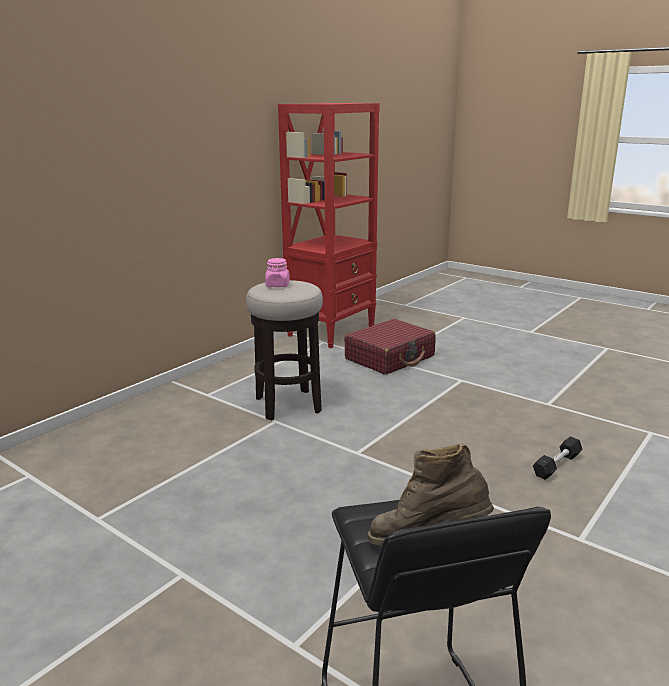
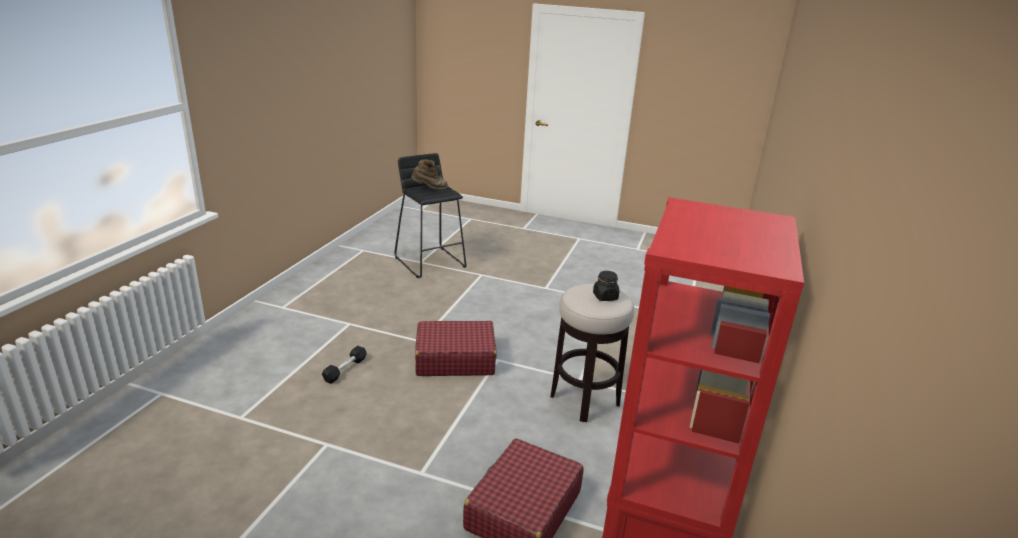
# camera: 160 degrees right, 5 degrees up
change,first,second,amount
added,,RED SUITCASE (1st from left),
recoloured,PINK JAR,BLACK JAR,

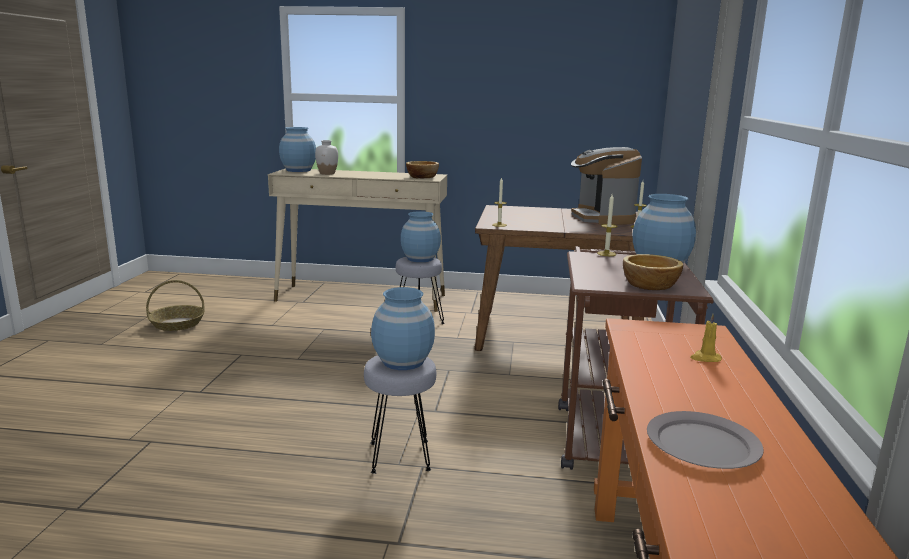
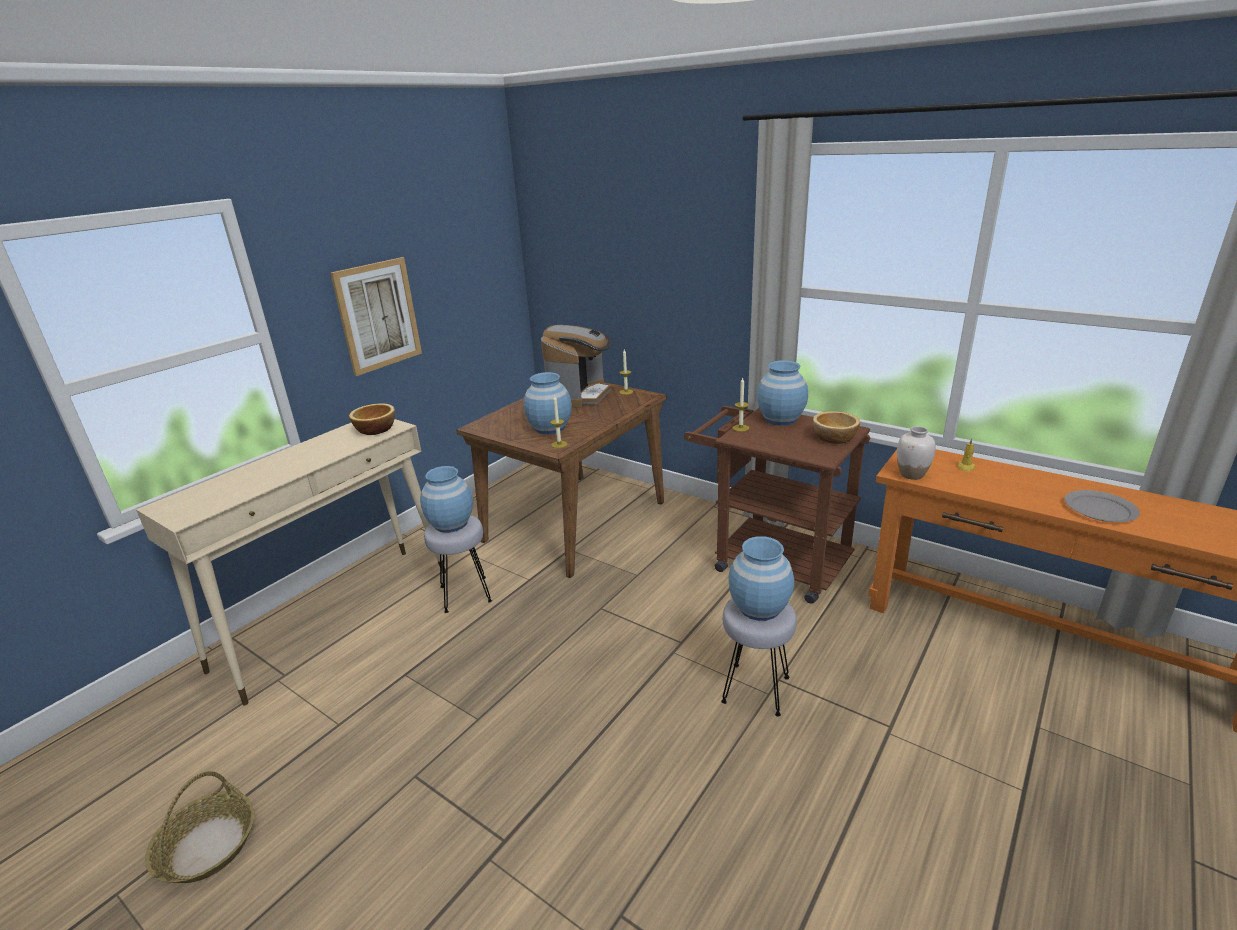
# camera: 60 degrees left, 10 degrees up
change,first,second,amount
added,,PICTURE,
moved,BLUE VASE (1st from left in the first image),BLUE VASE (2nd from left),
turned,COFFEE MACHINE,,90 degrees counterclockwise
moved,WHITE VASE,,

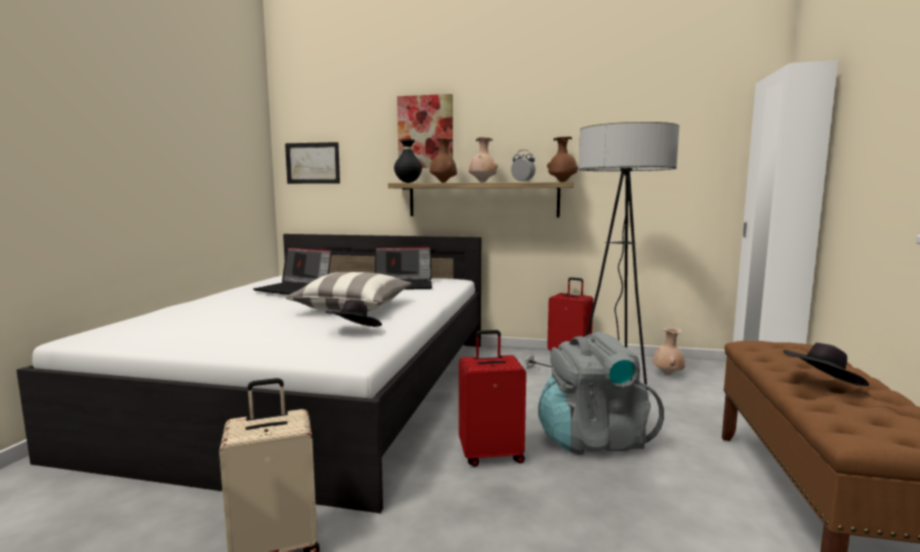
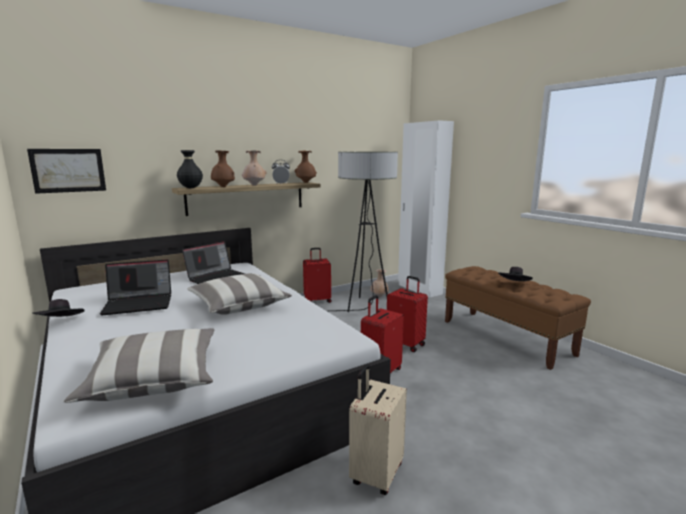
# camera: 45 degrees left, 5 degrees up
change,first,second,amount
moved,BLACK HAT (1st from left),,
added,,PILLOW (1st from left),
replaced,GREY BACKPACK,RED SUITCASE (3rd from left),
removed,PICTURE (2nd from left),,

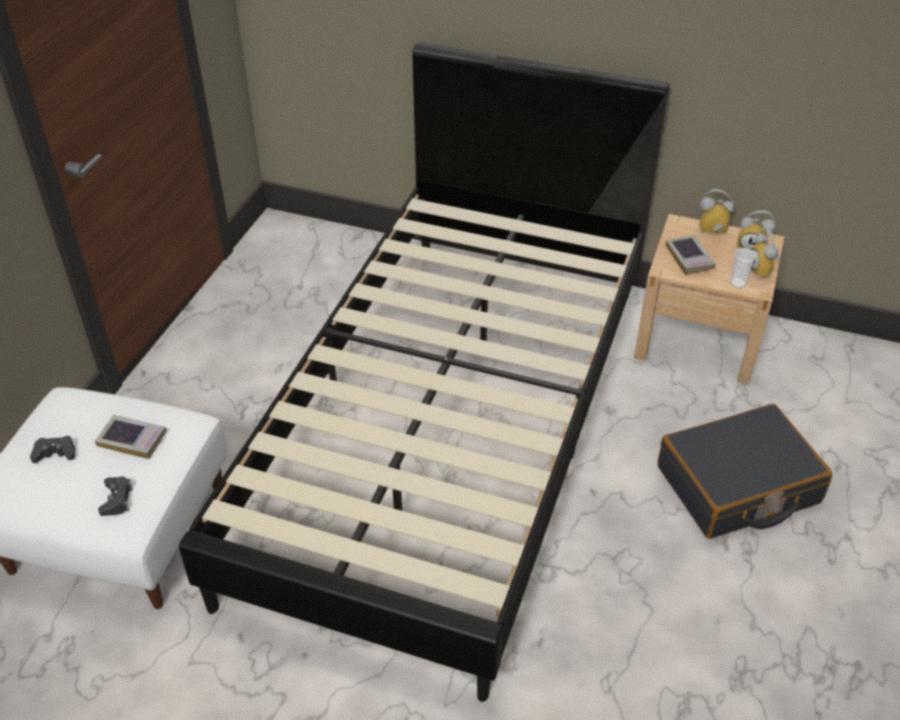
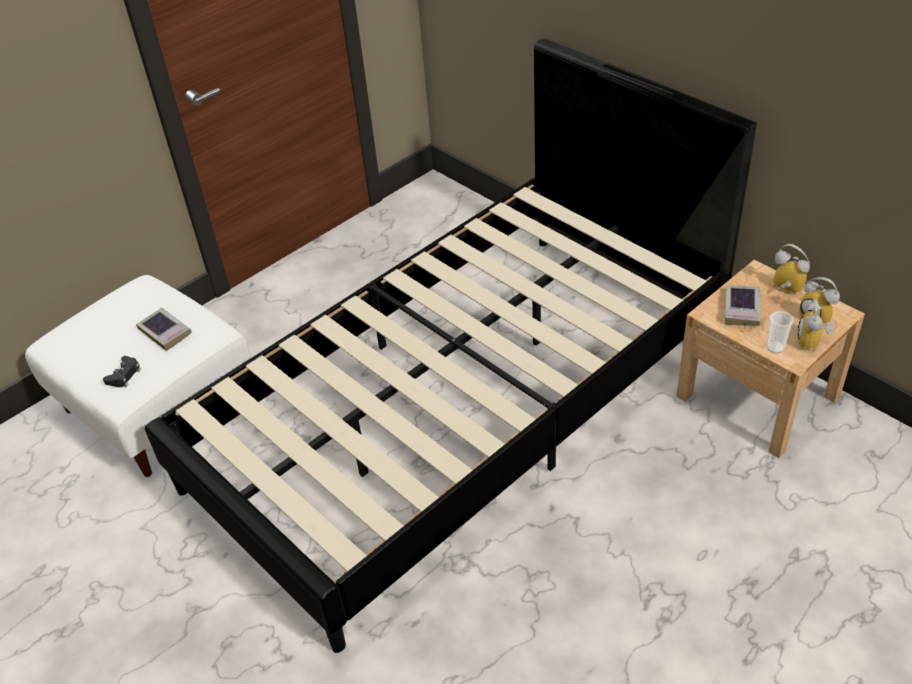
# camera: 30 degrees right, 0 degrees up
change,first,second,amount
removed,BLACK GAME CONTROLLER (1st from left),,
removed,BLACK SUITCASE,,

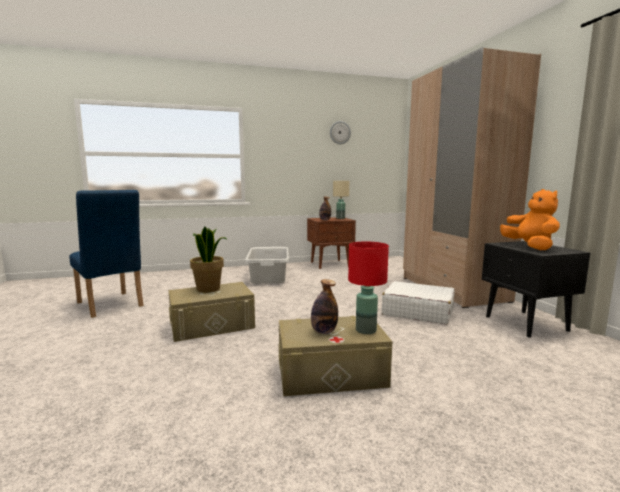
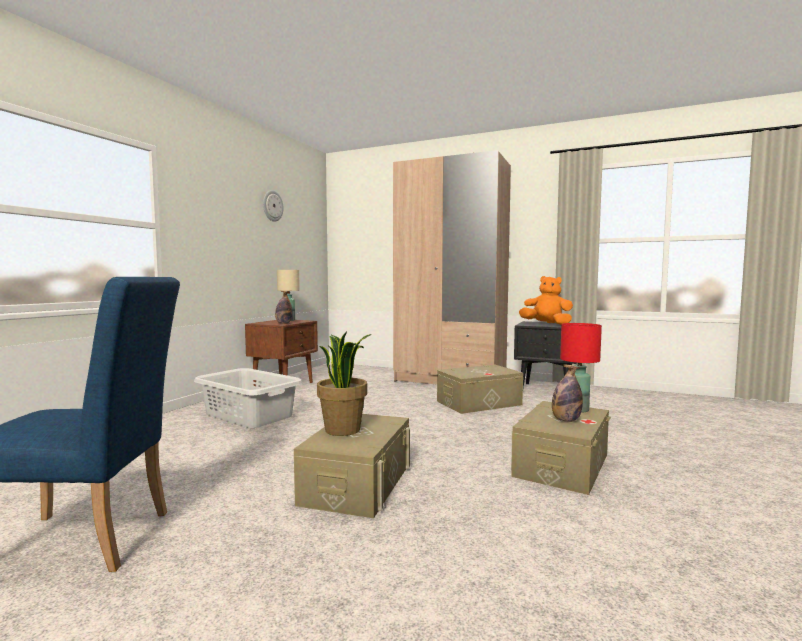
# camera: 50 degrees left, 5 degrees down
change,first,second,amount
replaced,WHITE SUITCASE,BEIGE STORAGE BOX (2nd from left),

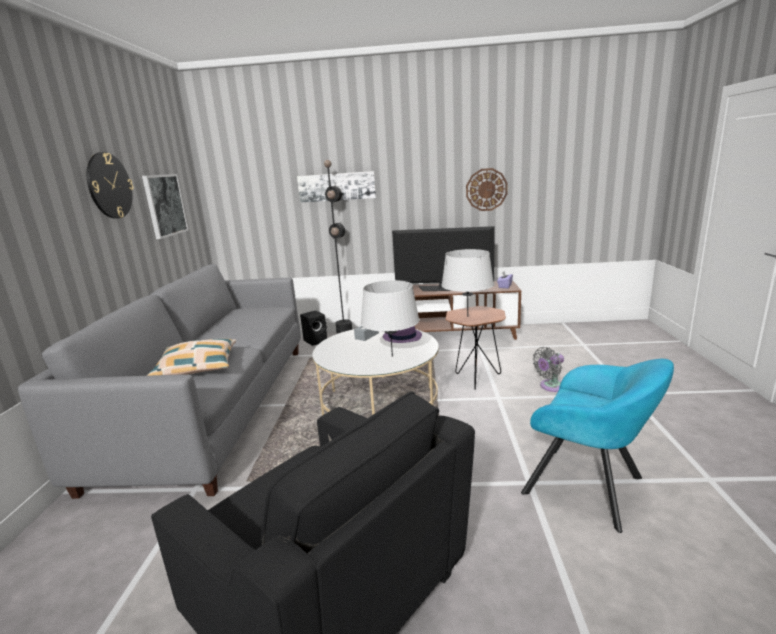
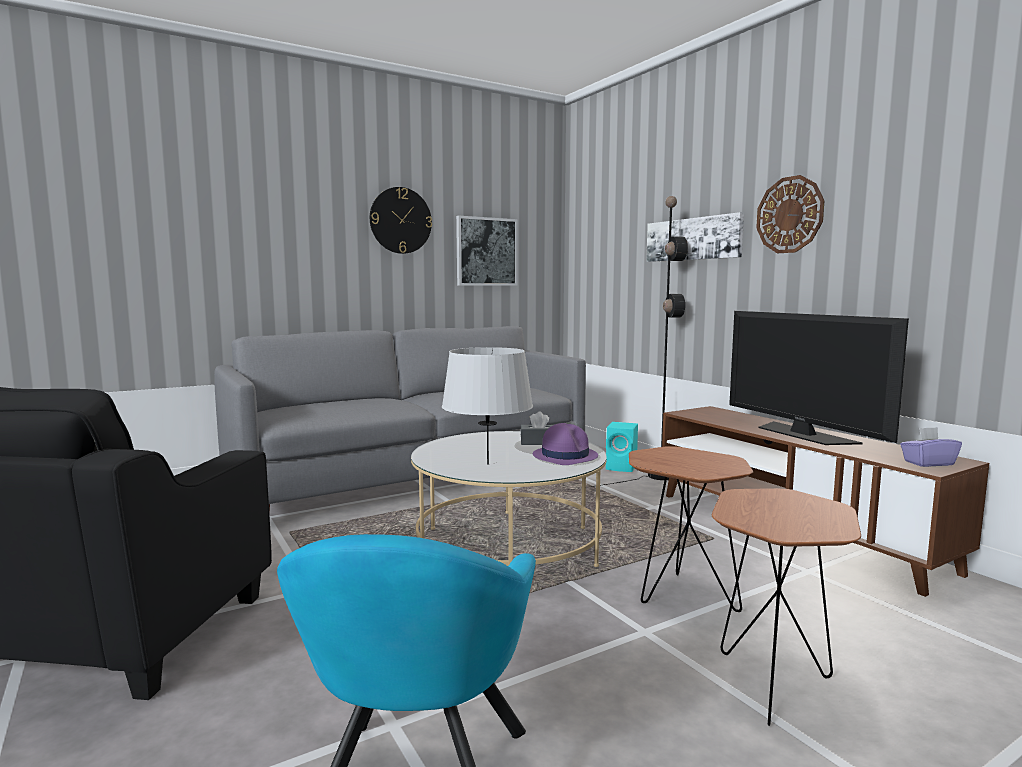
# camera: 55 degrees right, 10 degrees down
change,first,second,amount
recoloured,BLACK SPEAKER,TURQUOISE SPEAKER,
replaced,GREY FAN,BROWN SIDE TABLE (2nd from left),
moved,WALL CLOCK (2nd from left),,
removed,PILLOW,,
removed,GREY TABLE LAMP (2nd from left),,

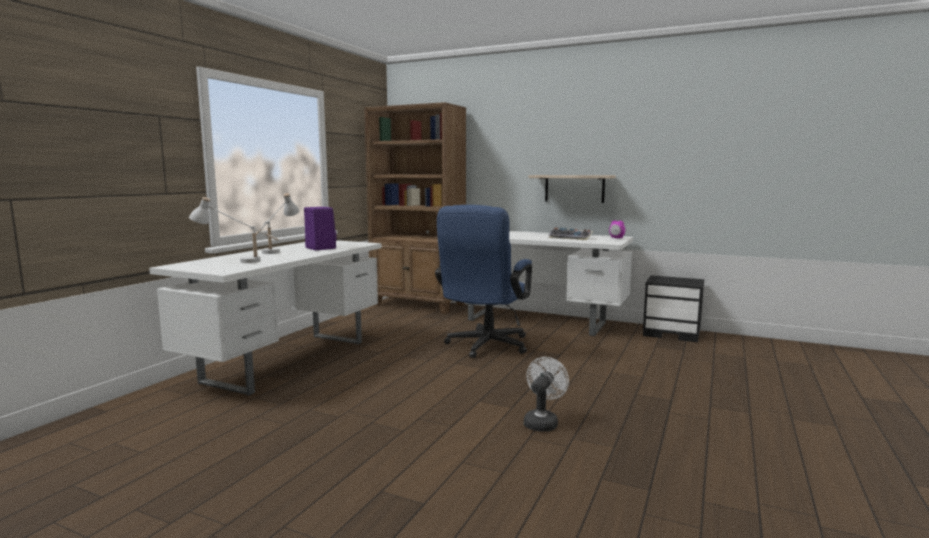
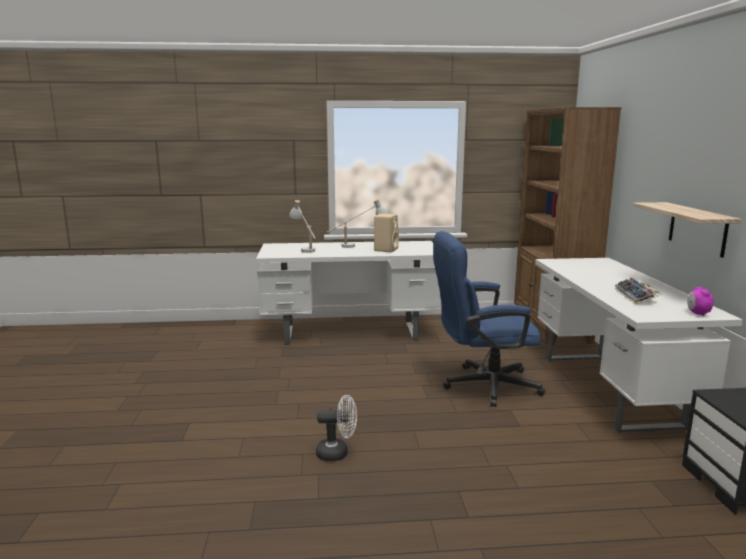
# camera: 60 degrees right, 5 degrees up
change,first,second,amount
recoloured,PURPLE SPEAKER,BEIGE SPEAKER,

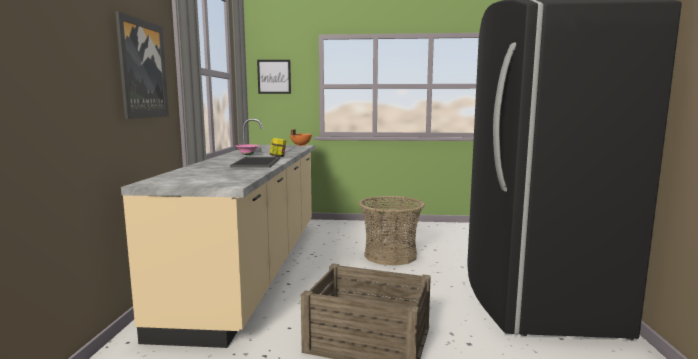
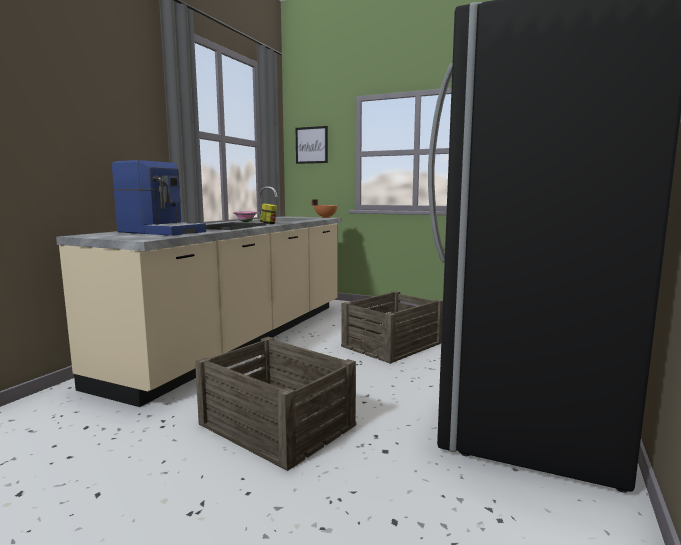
# camera: 20 degrees right, 0 degrees up
change,first,second,amount
added,,COFFEE MACHINE,
replaced,BASKET,CRATE (2nd from left),
removed,PICTURE (1st from left),,

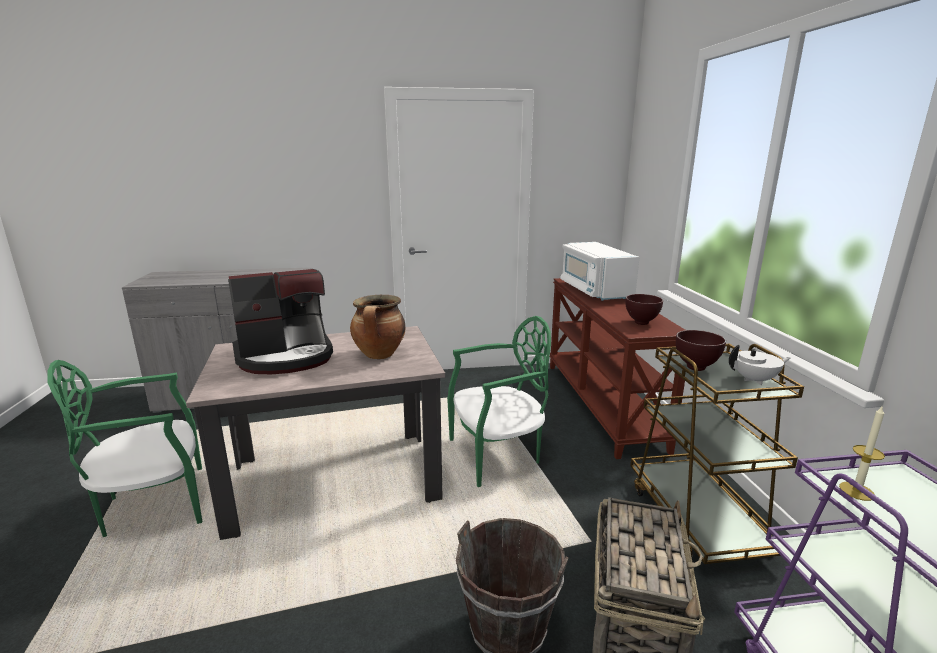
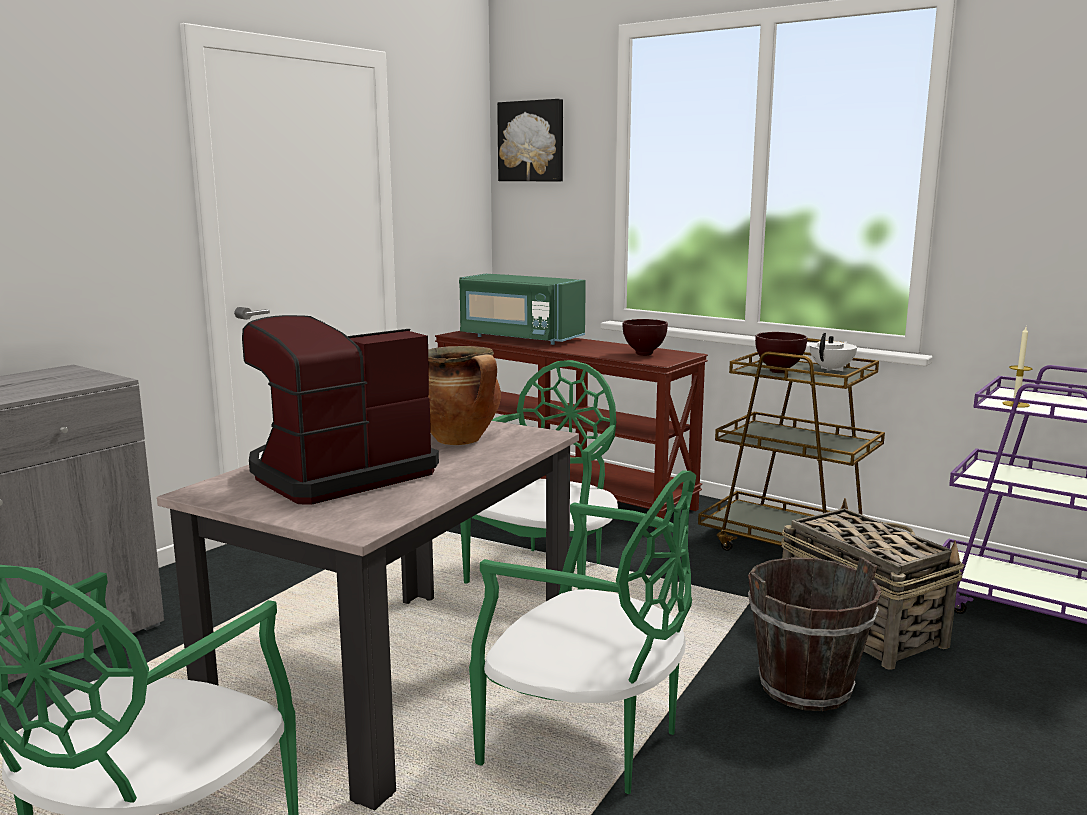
# camera: 45 degrees left, 5 degrees down
change,first,second,amount
turned,COFFEE MACHINE,,150 degrees counterclockwise
recoloured,WHITE MICROWAVE,GREEN MICROWAVE,
added,,GREEN CHAIR (3rd from left),
added,,PICTURE,

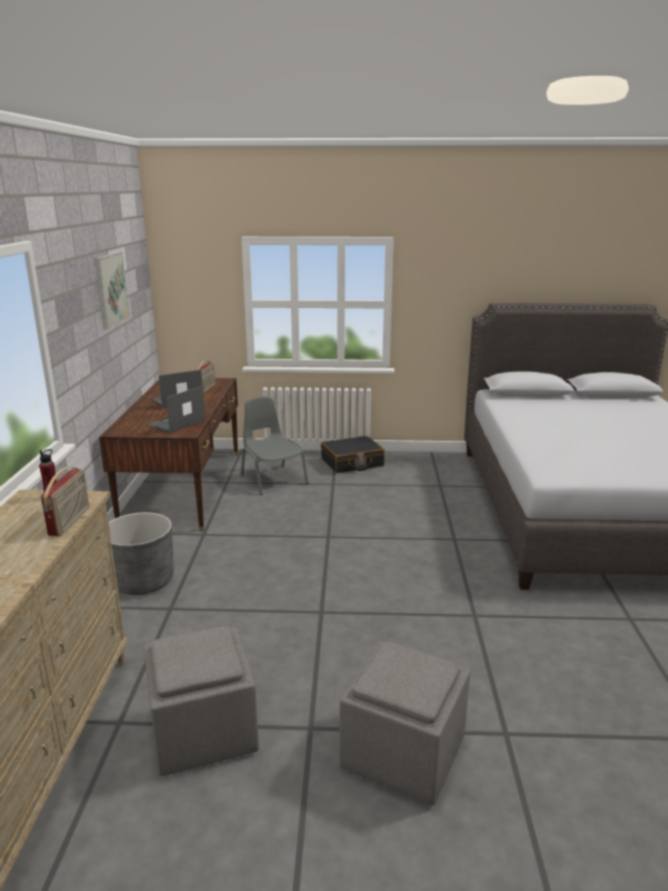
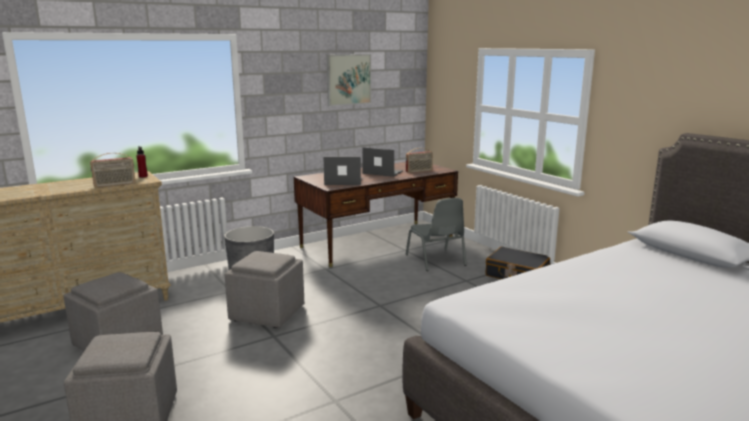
# camera: 55 degrees right, 5 degrees down
change,first,second,amount
added,,GREY OTTOMAN (3rd from left),
turned,GREY CHAIR,,135 degrees clockwise

